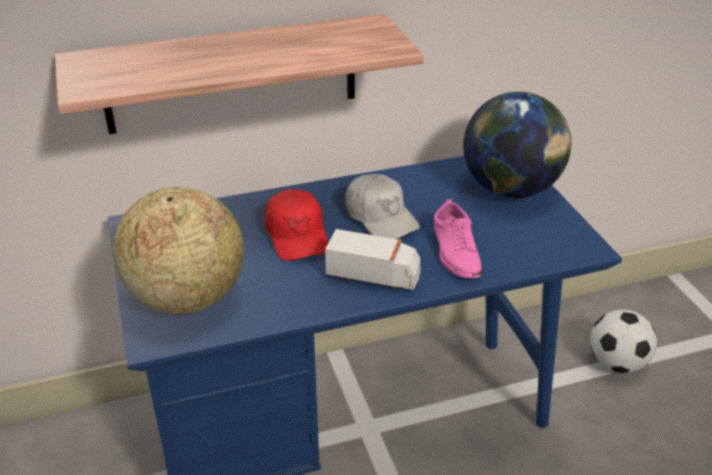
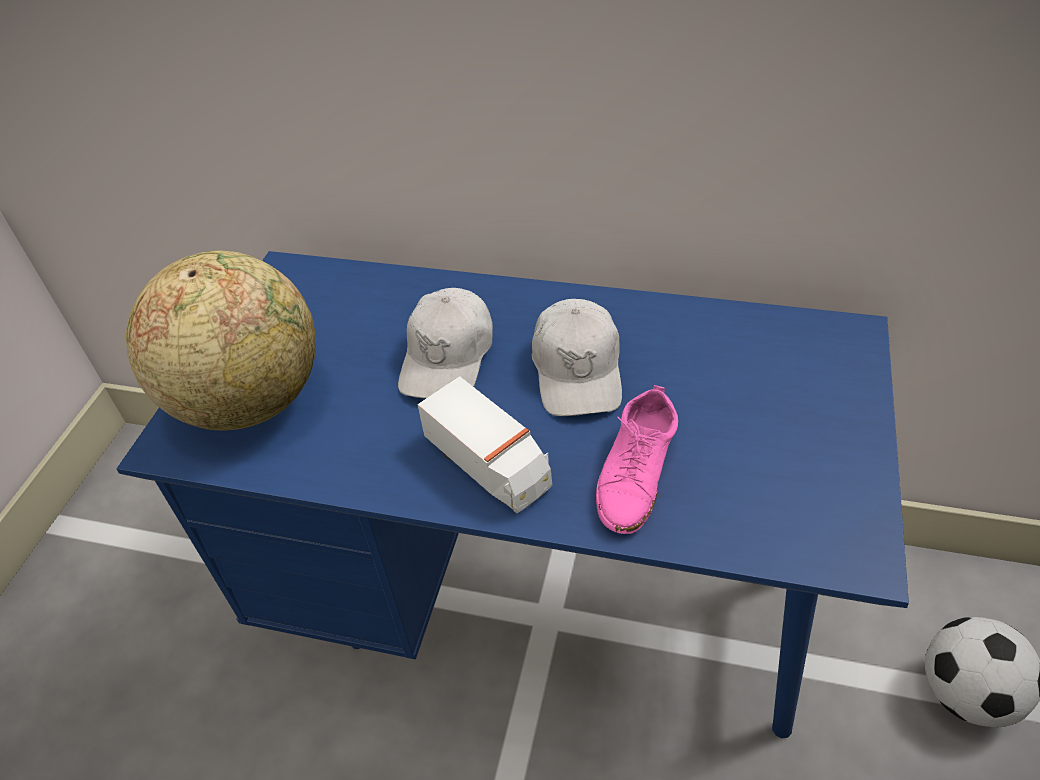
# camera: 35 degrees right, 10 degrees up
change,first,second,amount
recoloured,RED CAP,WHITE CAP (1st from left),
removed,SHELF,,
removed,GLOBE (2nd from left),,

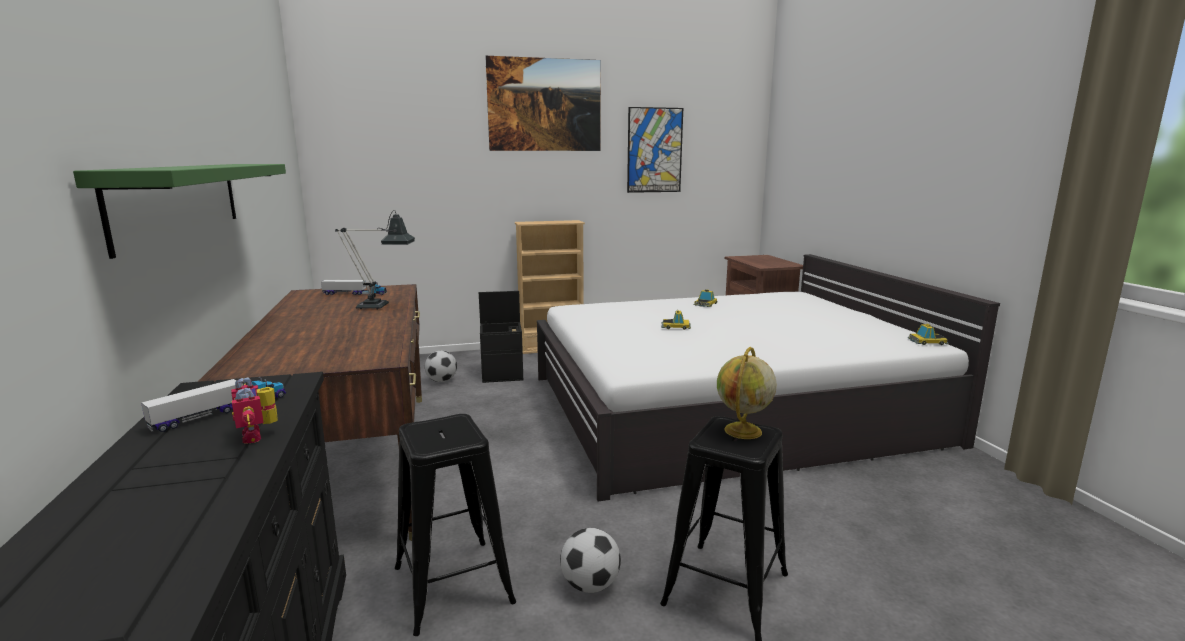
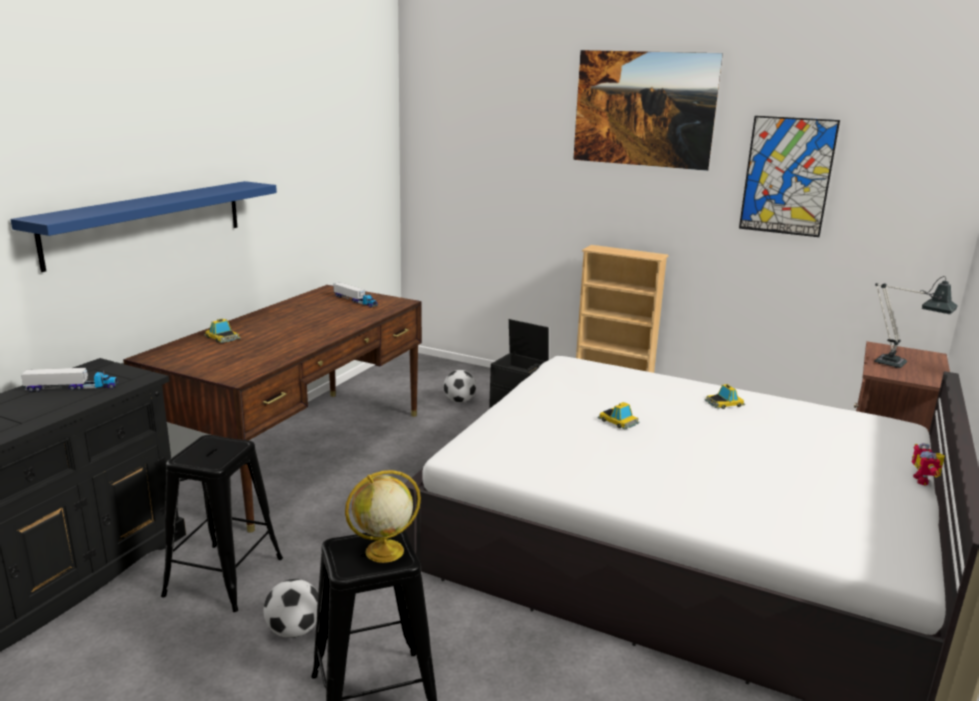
# camera: 40 degrees right, 5 degrees up
change,first,second,amount
recoloured,GREEN SHELF,BLUE SHELF,
moved,TOY CAR (3rd from left in the first image),TOY CAR (1st from left),
moved,TABLE LAMP,,
moved,TOY ROBOT,,

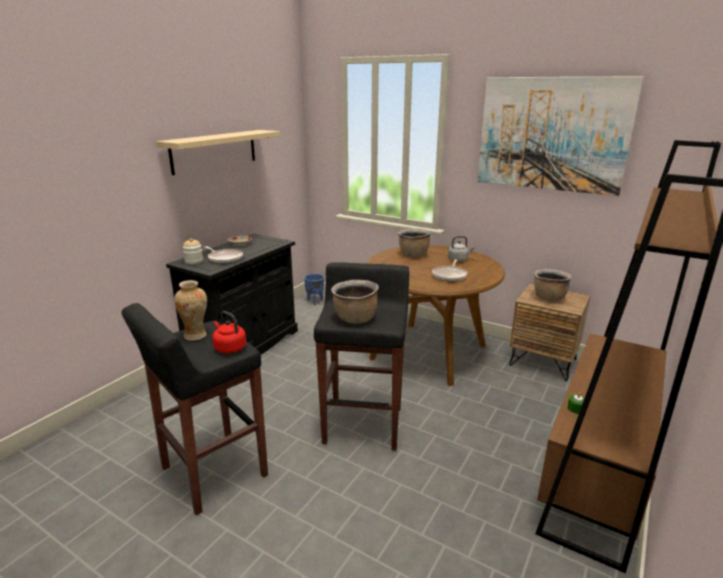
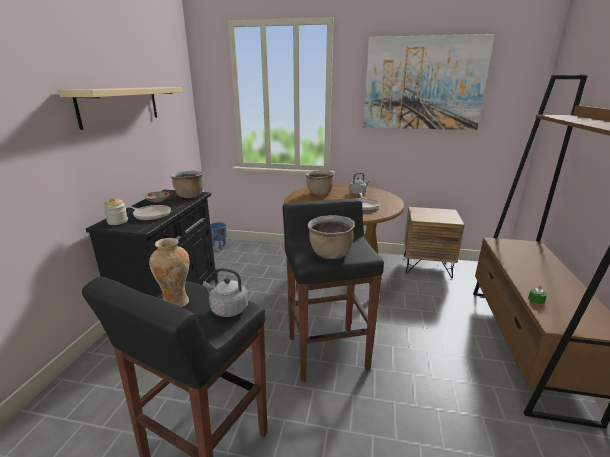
# camera: 20 degrees left, 0 degrees up
change,first,second,amount
moved,BROWN COOKING POT (3rd from left in the first image),BROWN COOKING POT (1st from left),
recoloured,RED KETTLE,GREY KETTLE (1st from left),

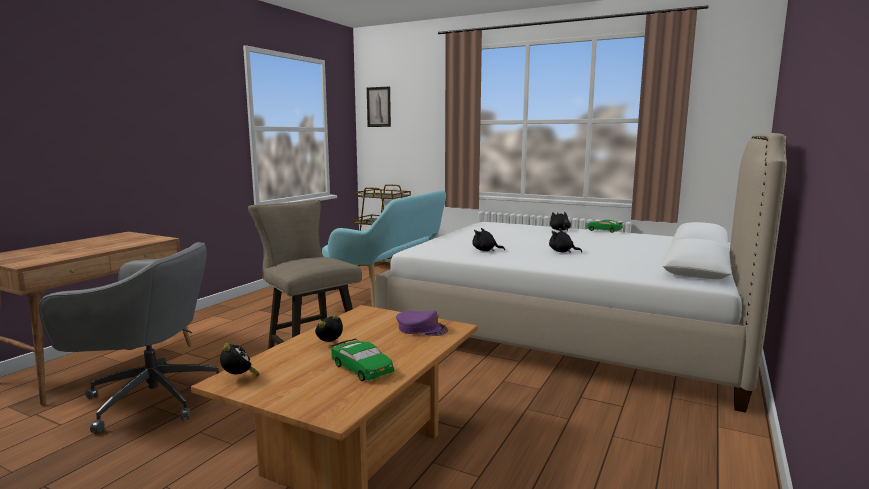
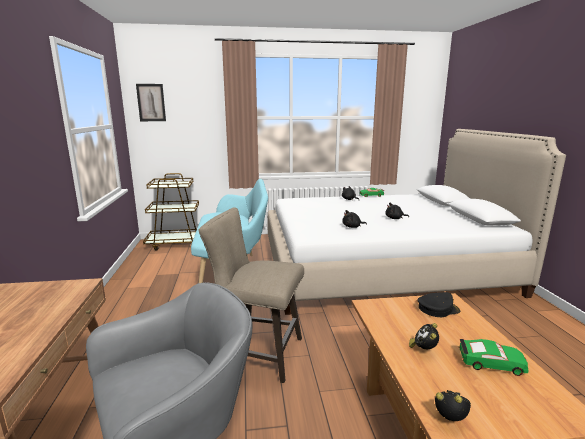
# camera: 35 degrees left, 5 degrees up
change,first,second,amount
recoloured,PURPLE CAP,BLACK CAP,

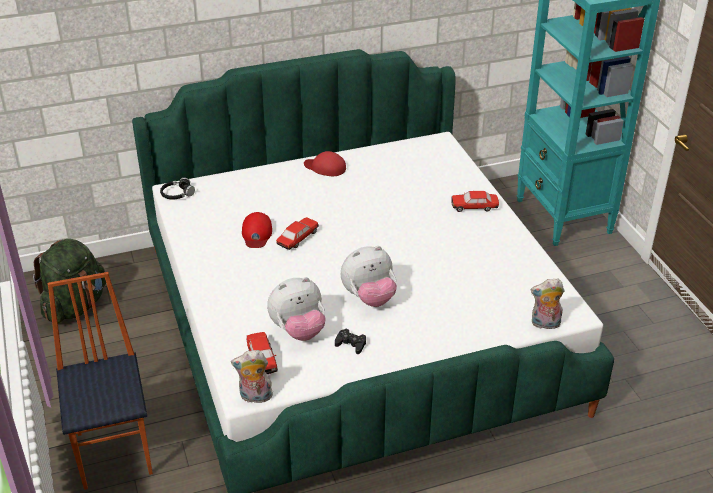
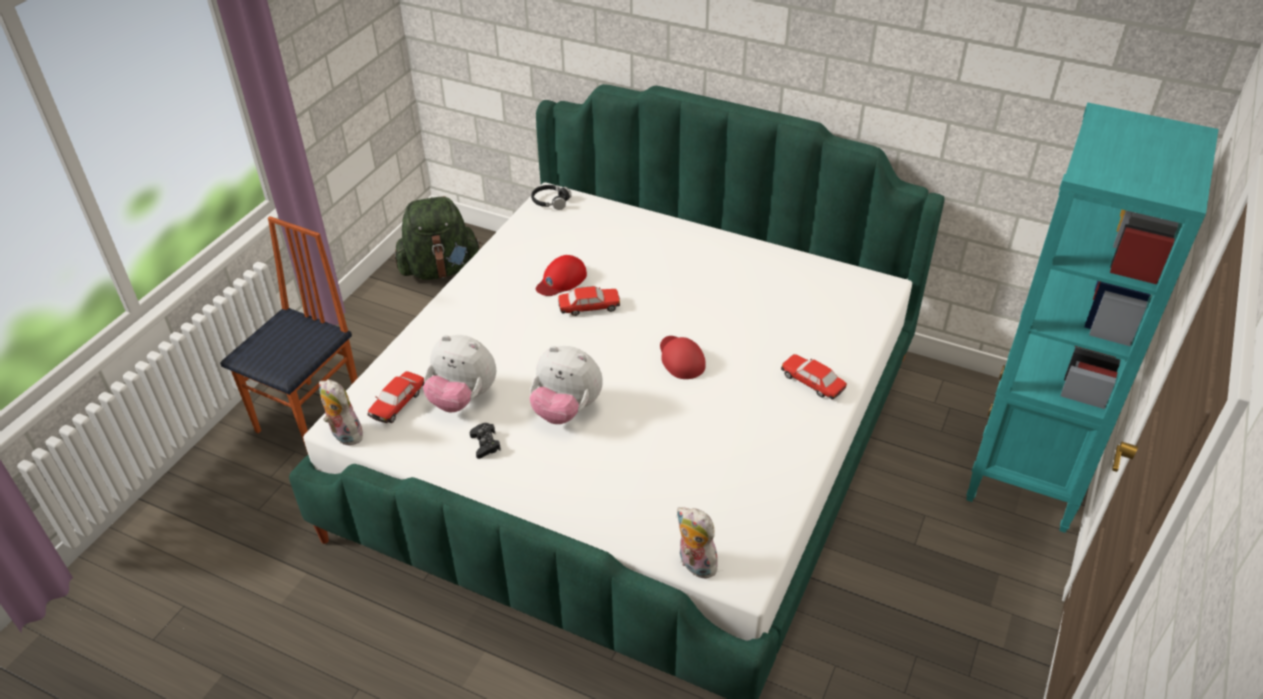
# camera: 45 degrees right, 5 degrees up
change,first,second,amount
moved,RED CAP (2nd from left),,

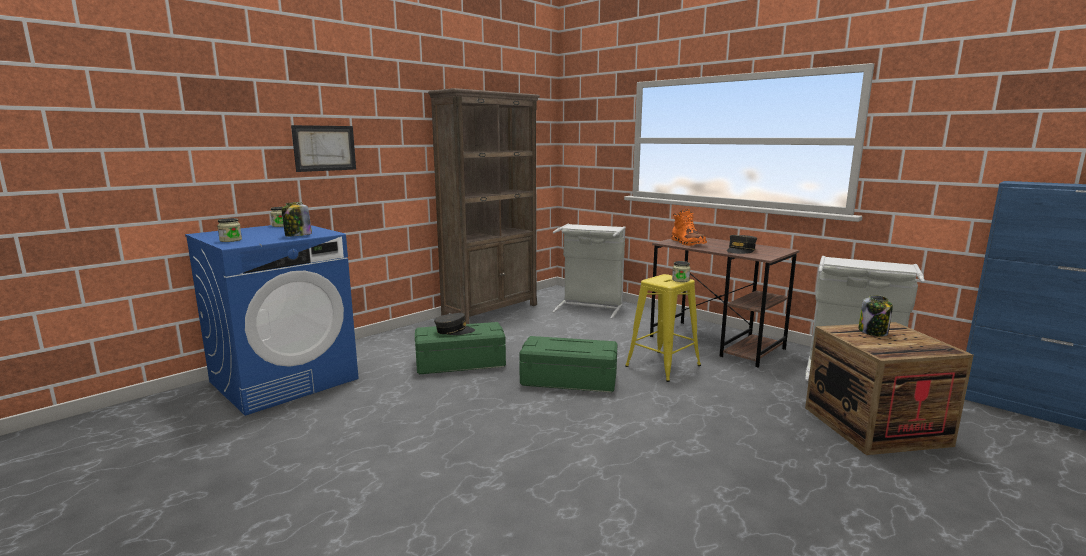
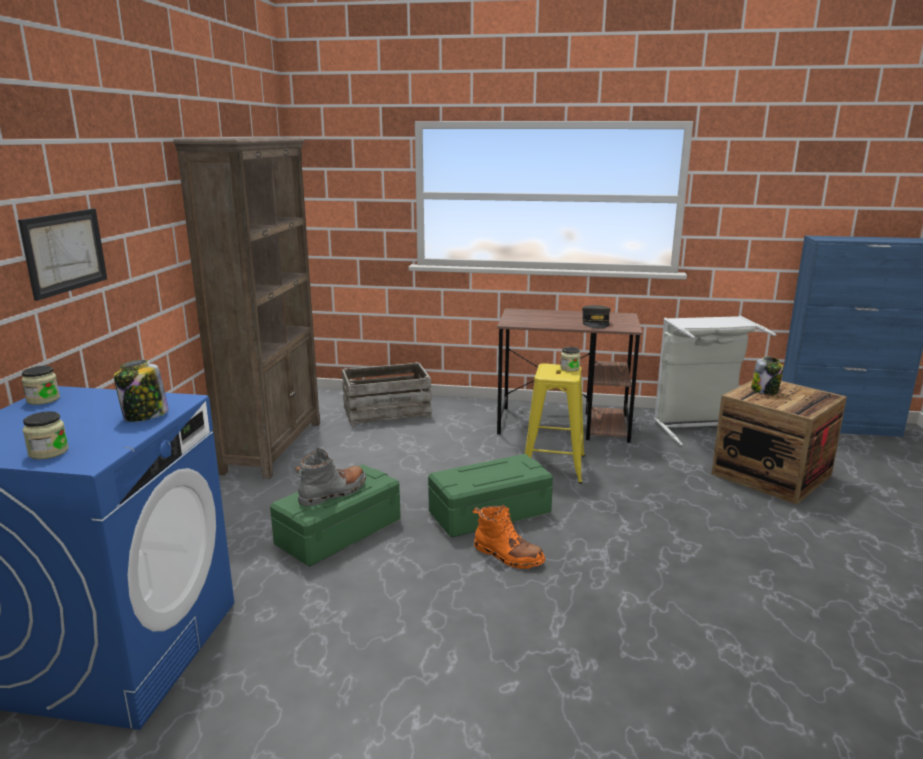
# camera: 35 degrees left, 5 degrees up
change,first,second,amount
replaced,GREY CAP (1st from left),GREY BOOT,
replaced,GREY LAUNDRY BASKET (1st from left),CRATE (1st from left),
moved,ORANGE BOOT,,

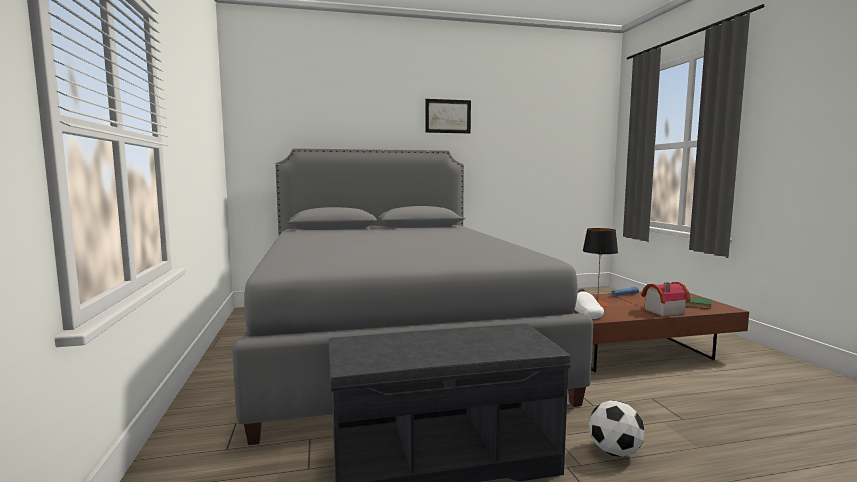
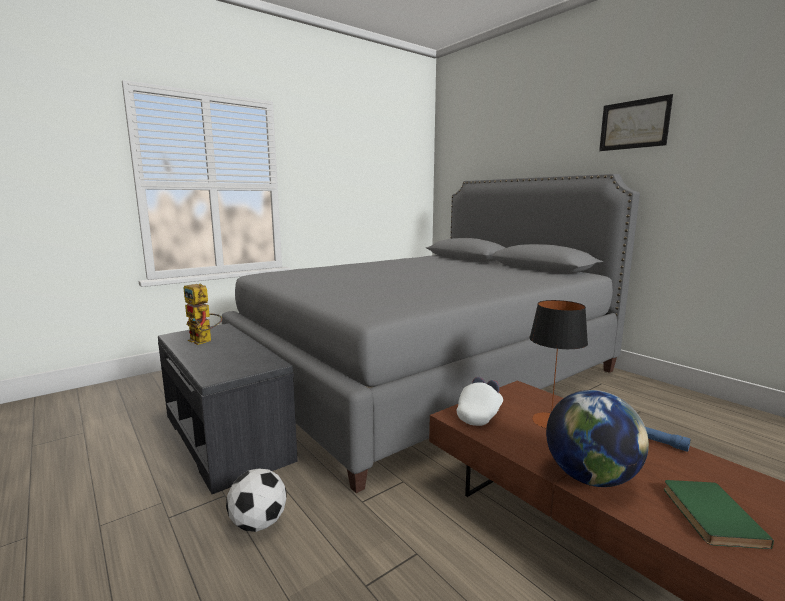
# camera: 65 degrees right, 5 degrees up
change,first,second,amount
added,,TOY ROBOT,
replaced,TOY HOUSE,GLOBE,

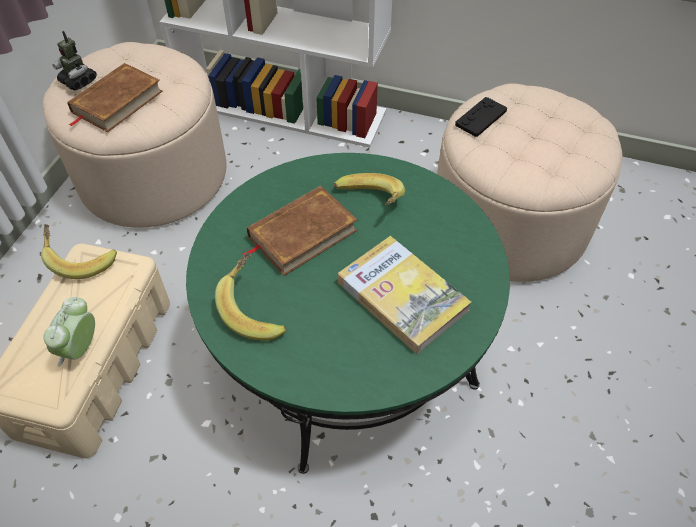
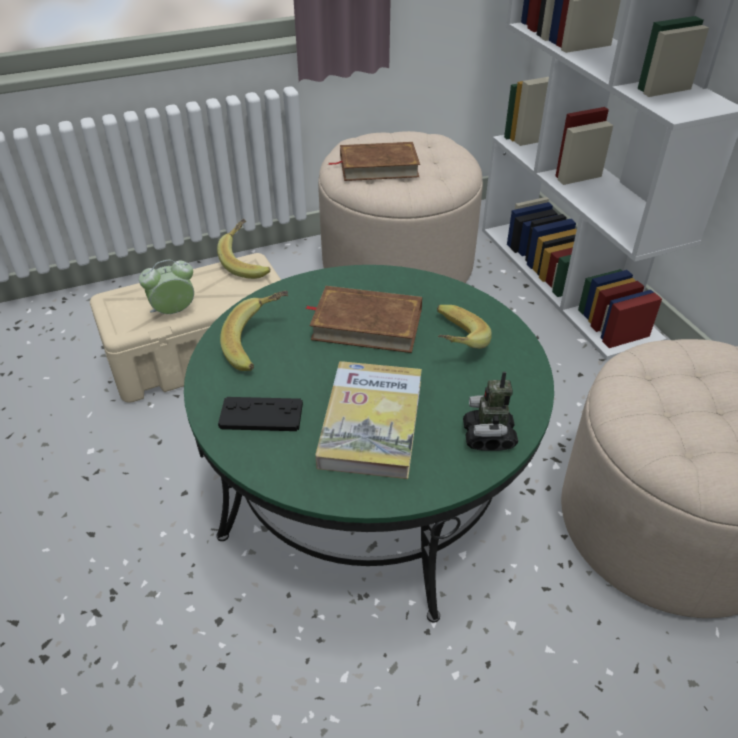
# camera: 50 degrees right, 10 degrees down
change,first,second,amount
moved,BLACK GAME CONTROLLER,,
moved,TOY ROBOT,,

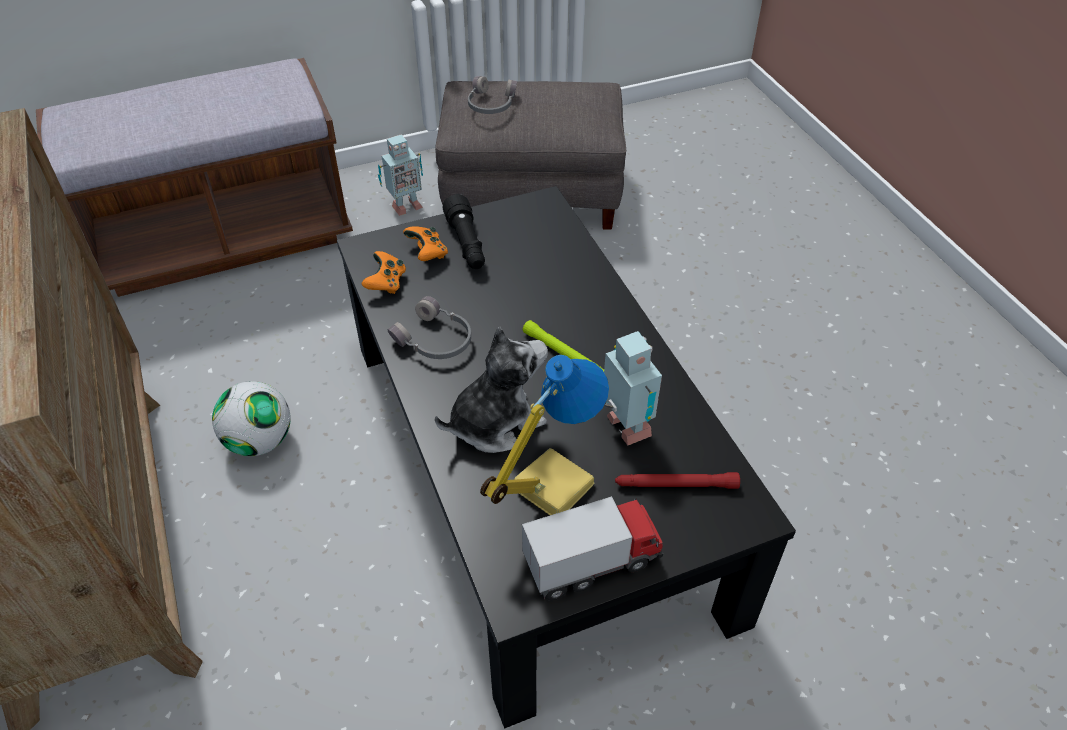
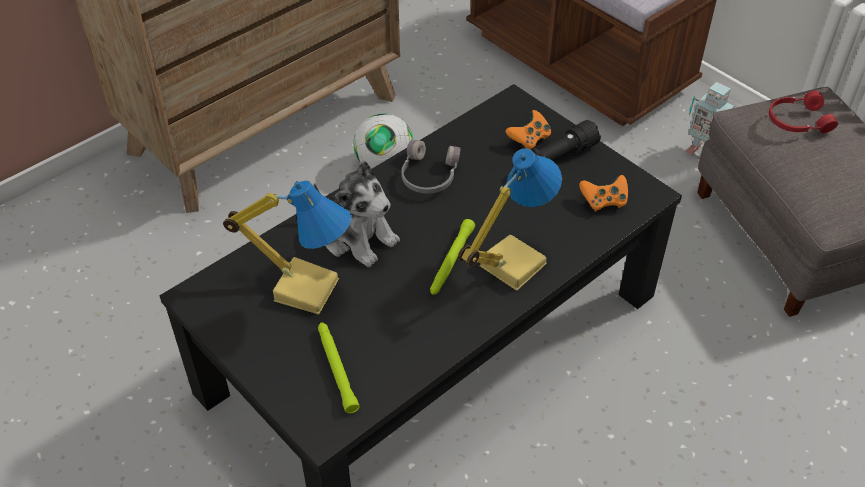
# camera: 70 degrees right, 0 degrees up
change,first,second,amount
recoloured,RED FLASHLIGHT,GREEN FLASHLIGHT (1st from left),
added,,TABLE LAMP (2nd from left),
moved,ORANGE GAME CONTROLLER (1st from left in the first image),ORANGE GAME CONTROLLER (2nd from left),
recoloured,GREY HEADPHONES (2nd from left),RED HEADPHONES,
removed,TOY TRUCK,,
removed,TOY ROBOT (2nd from left),,

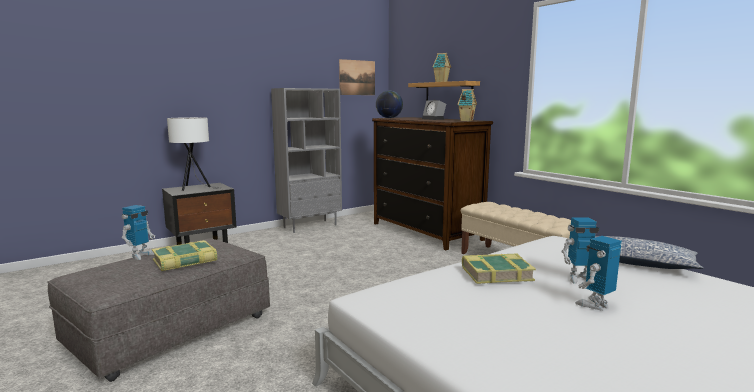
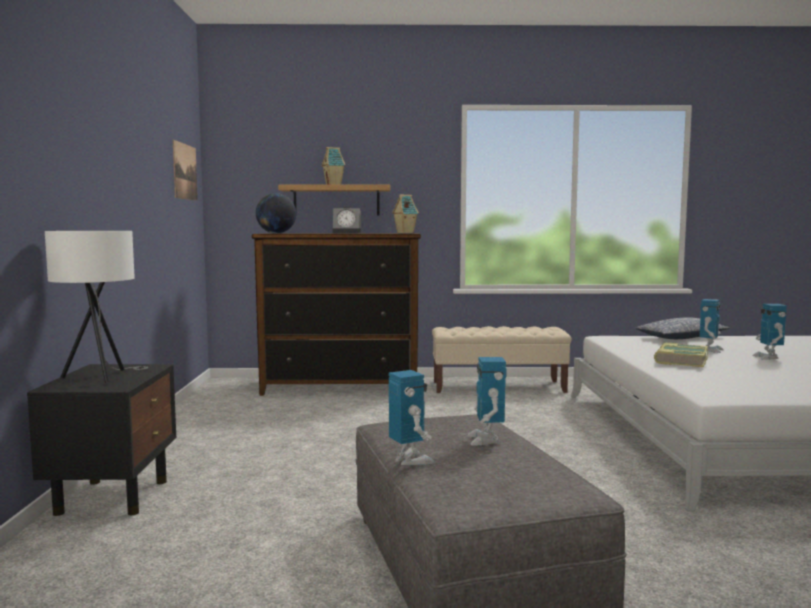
# camera: 55 degrees left, 5 degrees down
change,first,second,amount
replaced,BOOK (1st from left),TOY ROBOT (2nd from left),
removed,GREY BOOKCASE,,

